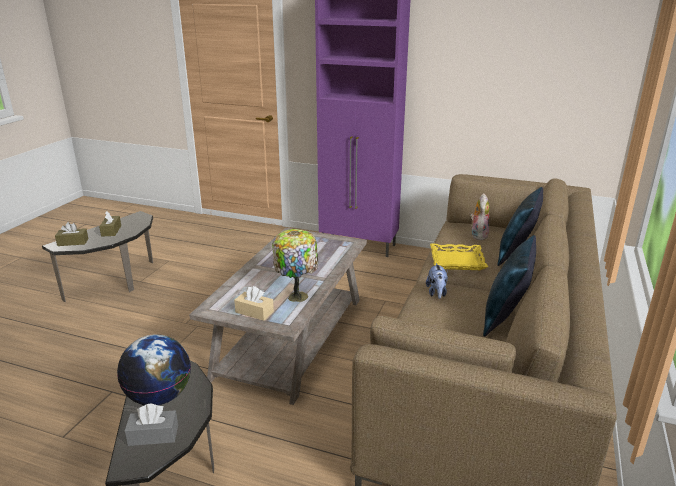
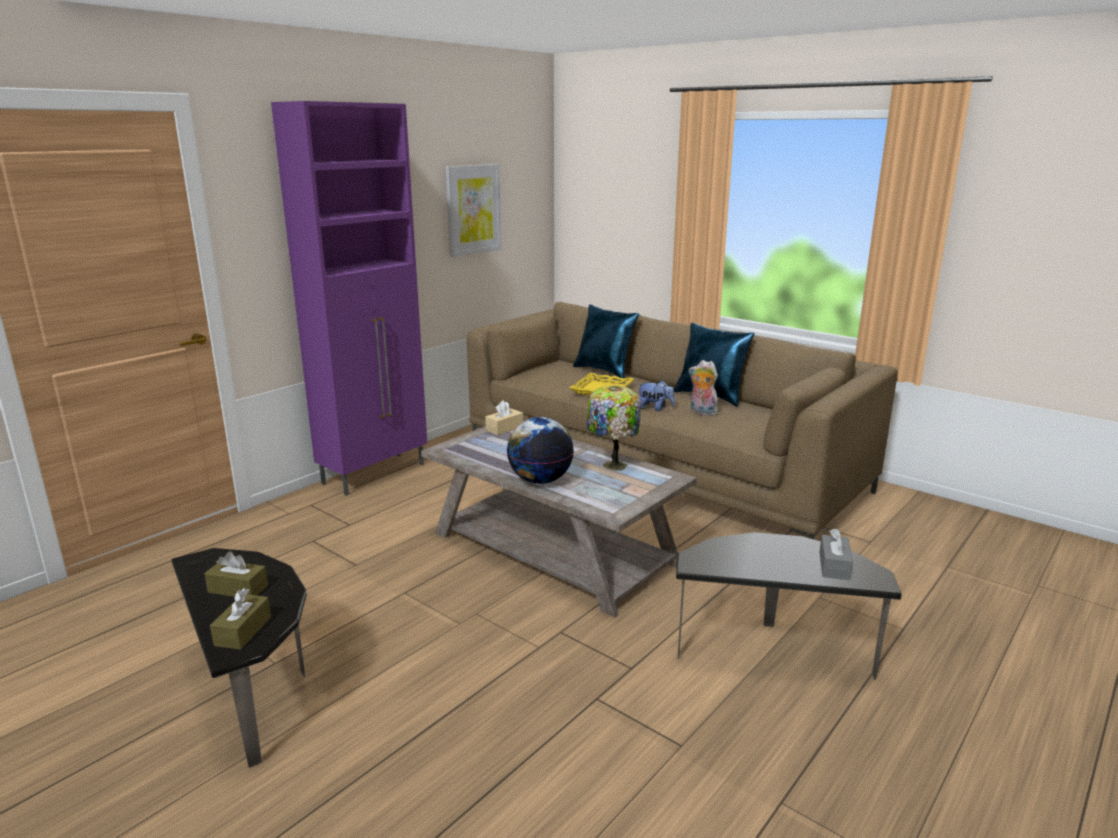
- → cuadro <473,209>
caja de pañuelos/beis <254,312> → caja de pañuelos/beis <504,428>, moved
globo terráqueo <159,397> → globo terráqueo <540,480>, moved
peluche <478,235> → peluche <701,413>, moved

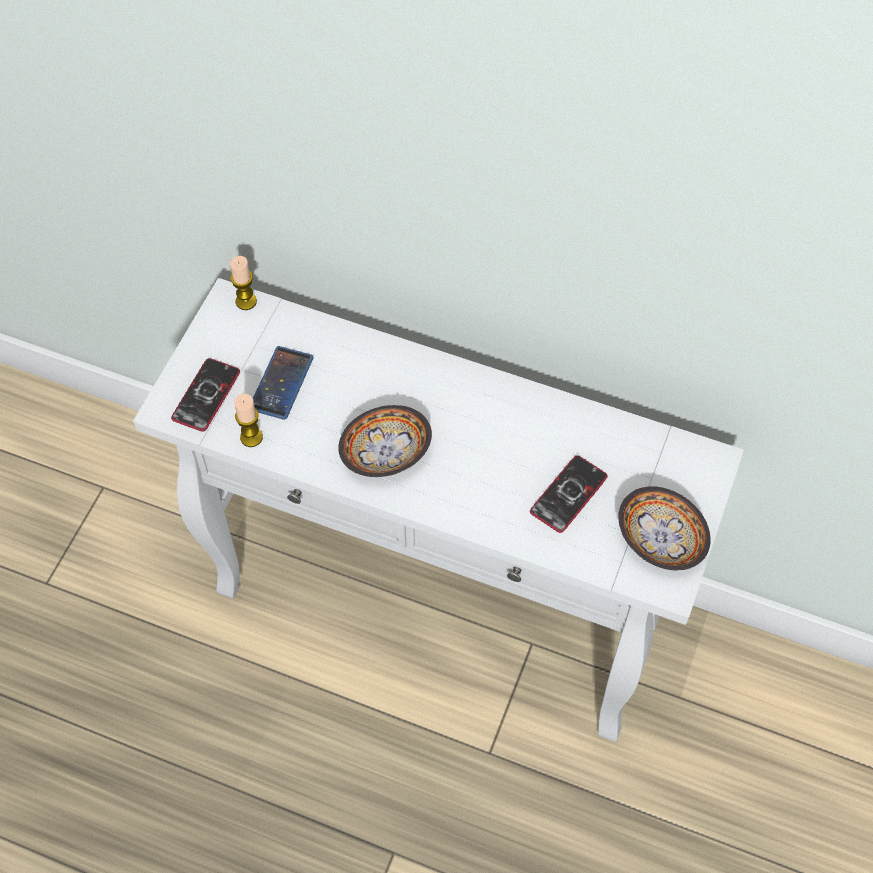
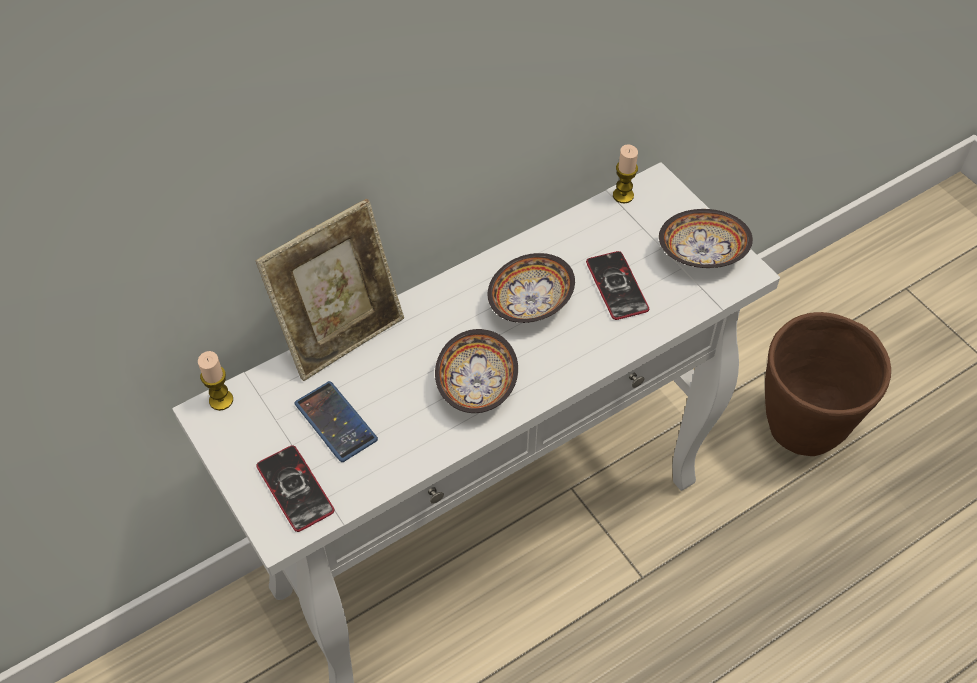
- → portarretratos <341,334>
- → cuenco <533,303>
vela <251,437> → vela <623,195>, moved
- → maceta/marrón <802,430>

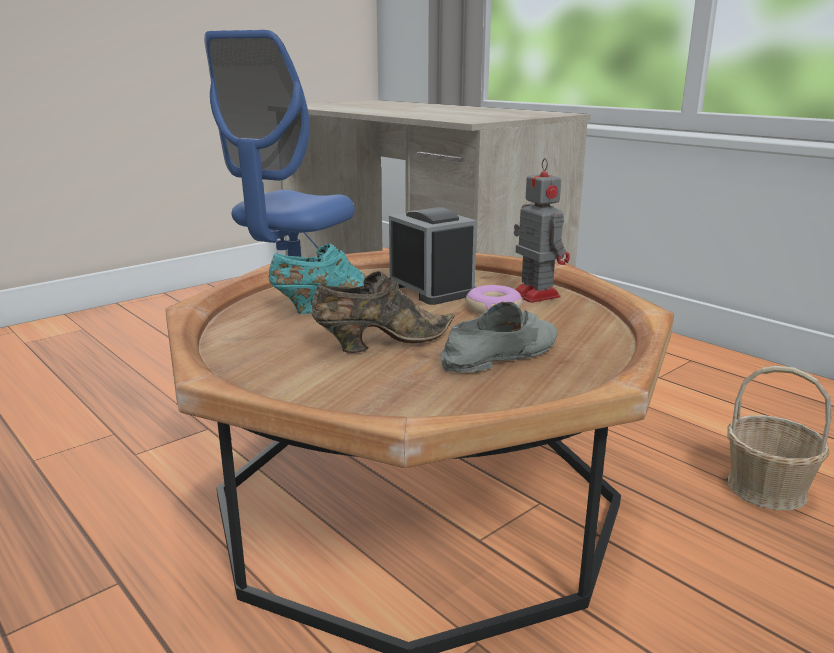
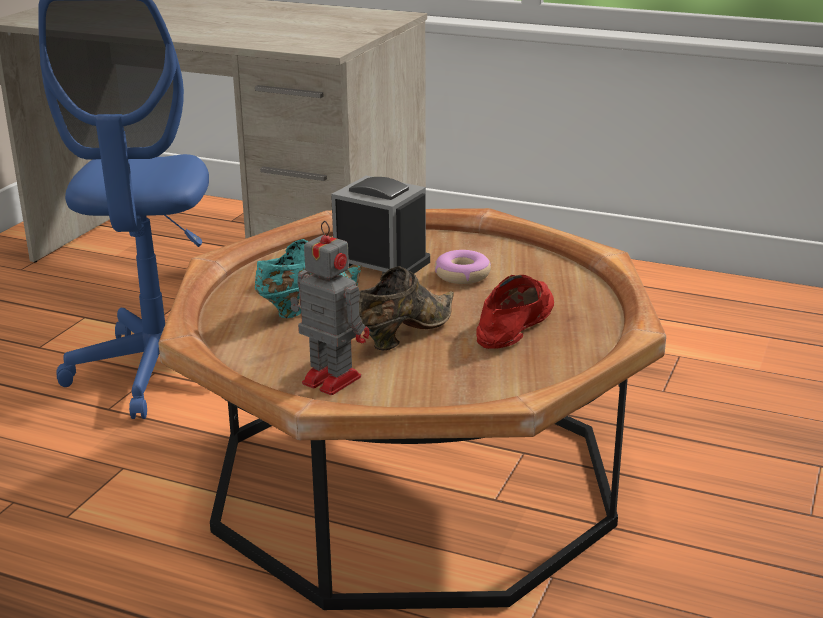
robot de juguete <534,294> → robot de juguete <329,379>, moved
zapato/gris <499,353> → zapato/rojo <513,322>
cesta <767,489> → -

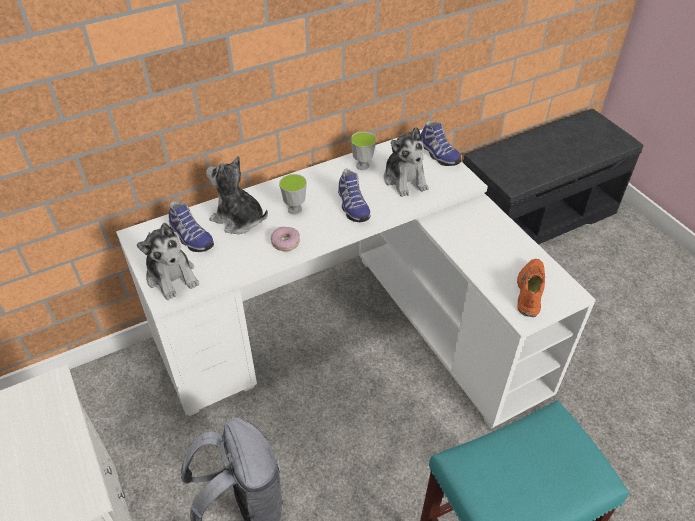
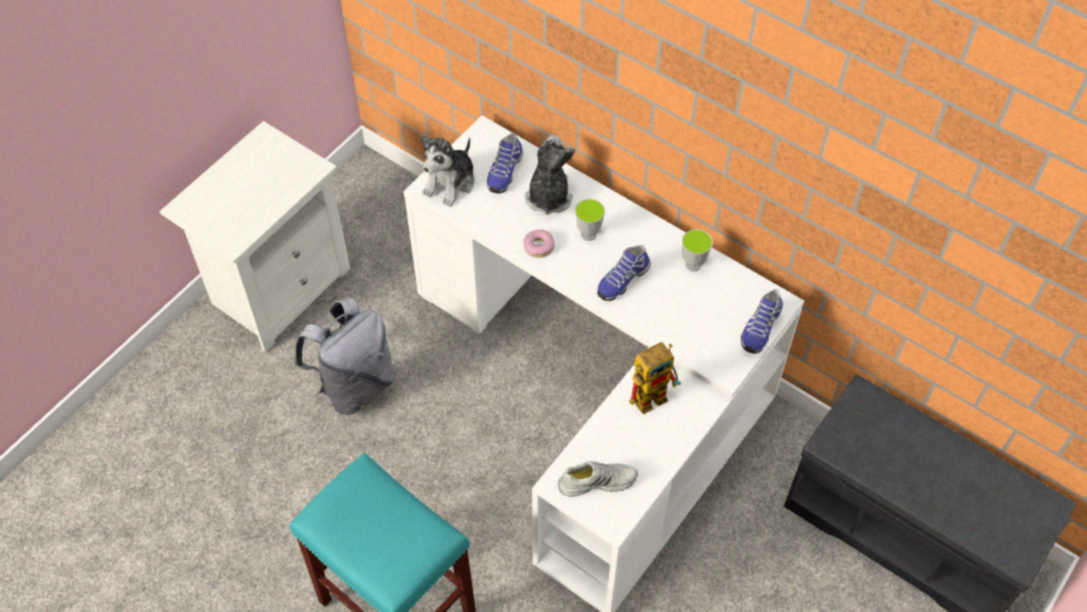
zapato/naranja <529,291> → zapato/blanco <597,481>
- → robot de juguete <654,393>
peluche <405,179> → -

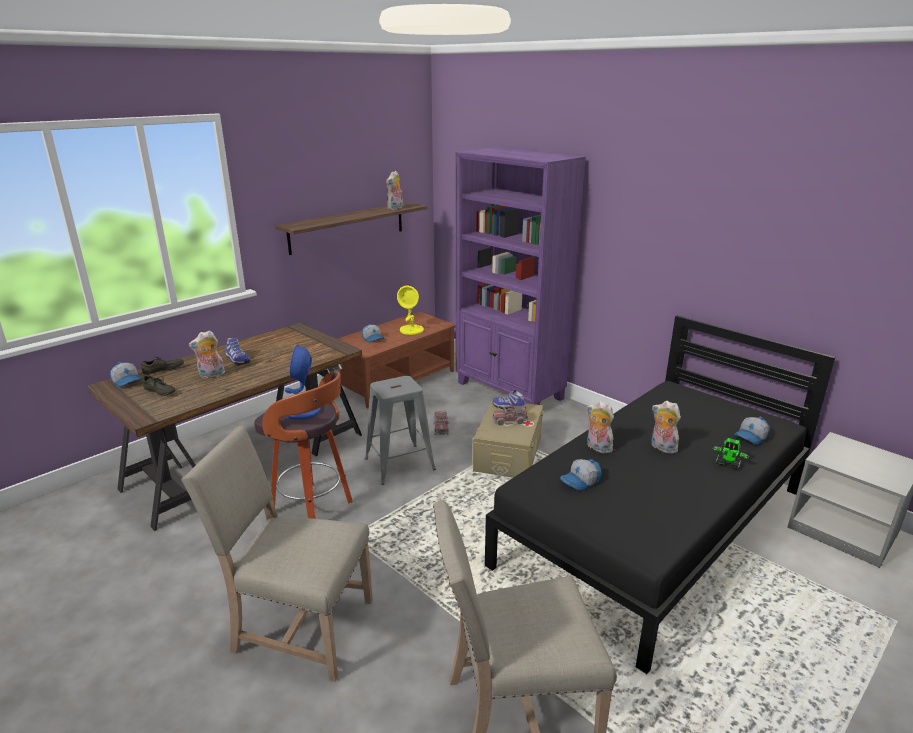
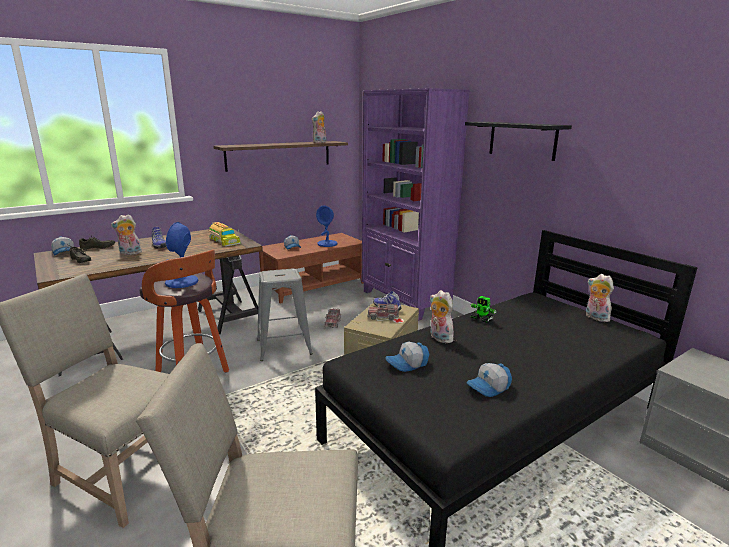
- → camión de juguete <223,241>
lámpara de mesa/amarillo <411,330> → lámpara de mesa/azul <327,244>
- → estante/negro <522,140>
gorra <751,437> → gorra <489,387>, moved
robot de juguete <728,464> → robot de juguete <482,319>, moved
peluche <662,448> → peluche <595,317>, moved

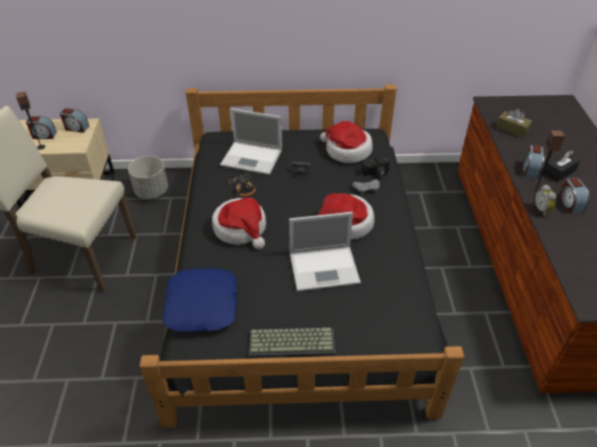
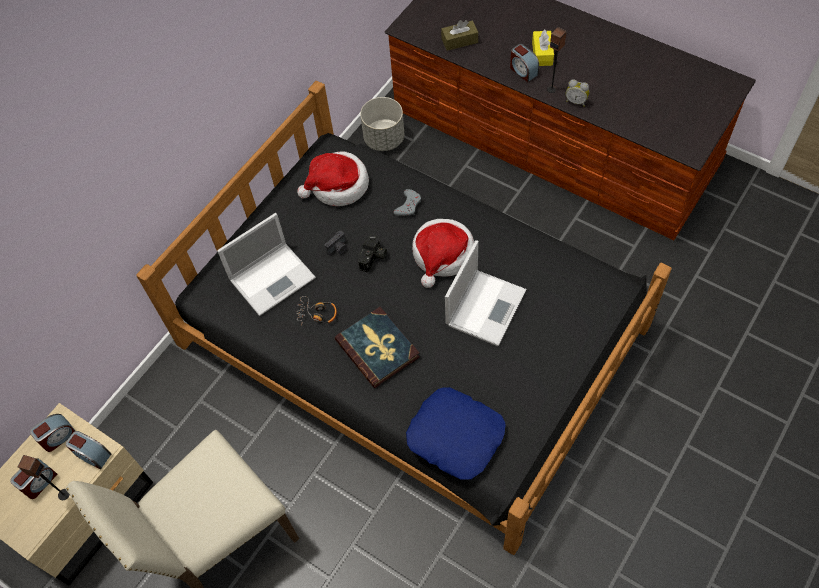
despertador <570,204> → despertador <92,454>, moved
sombrero <241,229> → libro <378,348>
cámara <376,173> → cámara <373,258>, moved
maceta/gris <152,191> → maceta/gris <384,139>, moved
caja de pañuelos/negro <559,172> → caja de pañuelos/amarillo <542,53>
teclado <292,341> → -

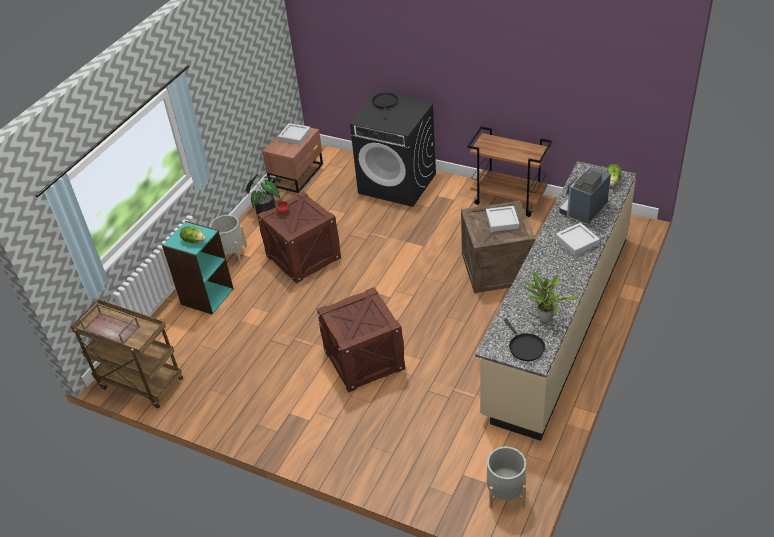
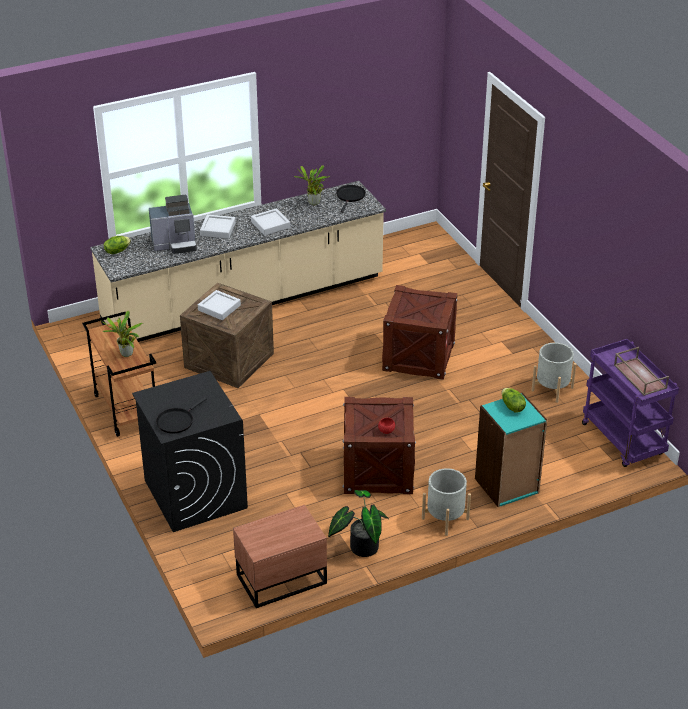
- → planta en maceta <126,355>
bandeja/gris <295,136> → bandeja/gris <270,224>, moved
maceta/gris <505,493> → maceta/gris <552,389>, moved
carrito/marrón <139,383> → carrito/morado <624,440>

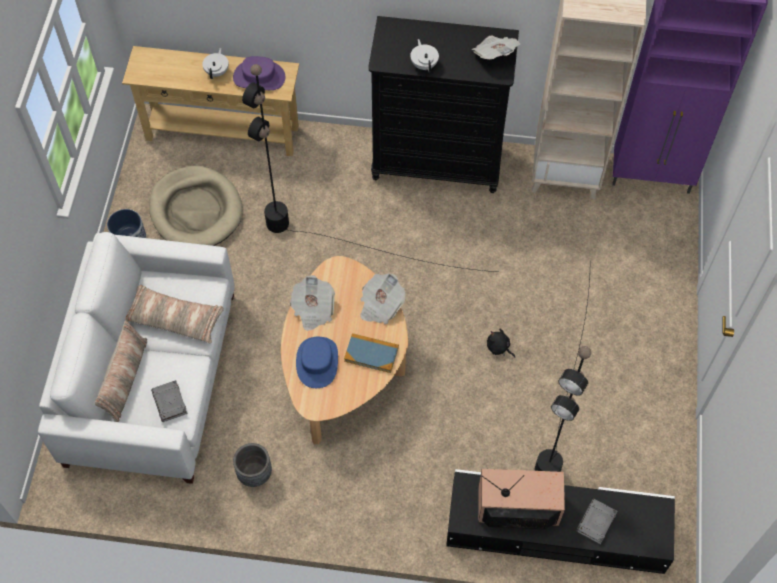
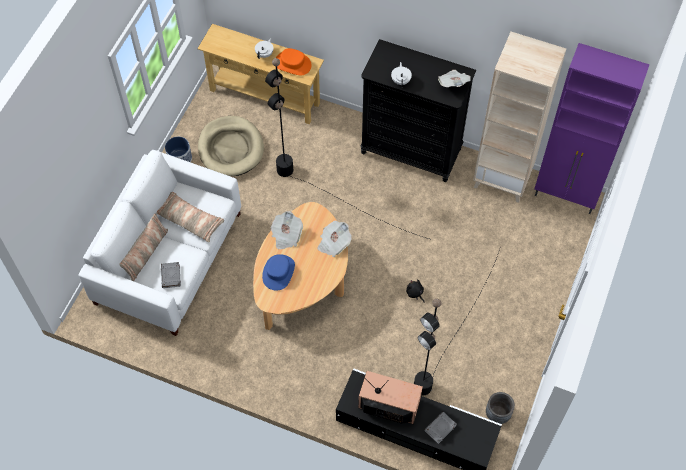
sombrero/morado <259,77> → sombrero/naranja <292,64>
maceta/gris <254,473> → maceta/gris <497,414>, moved
libro <371,354> → -

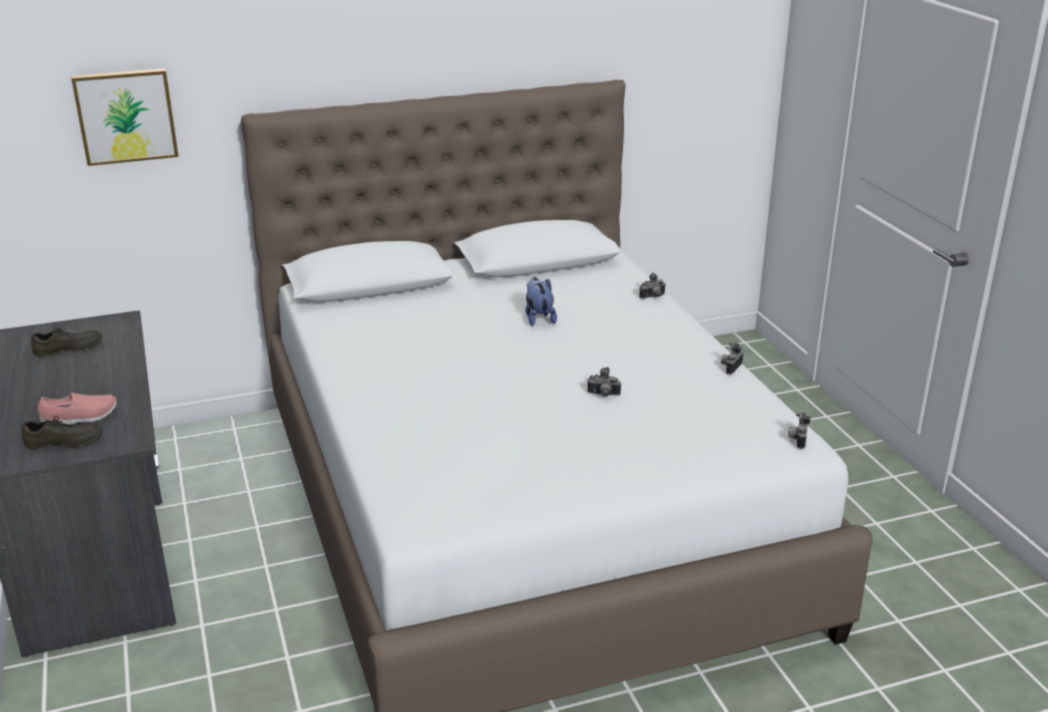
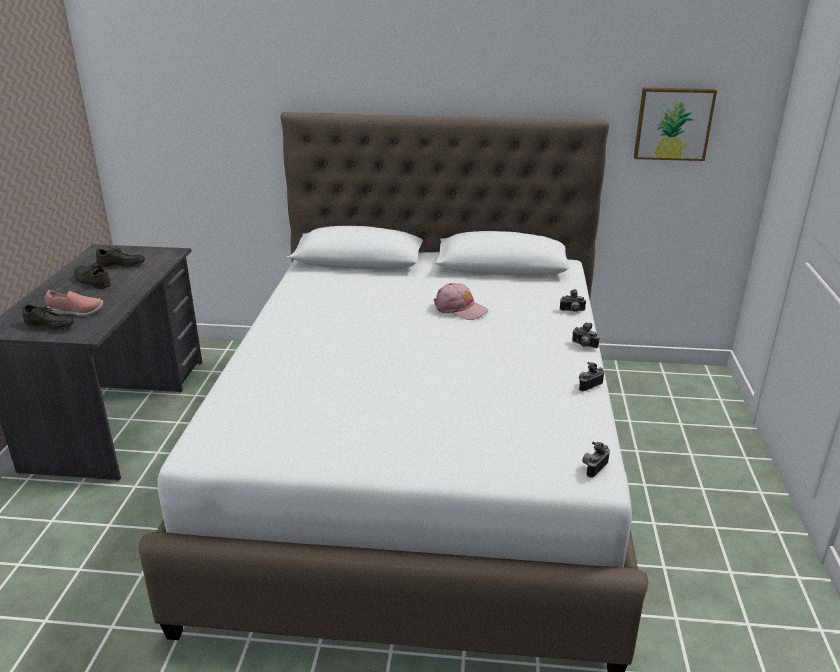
- → zapato/gris <94,281>
peluche <538,318> → gorra/rosa <460,309>
cámara <603,395> → cámara <583,345>, moved
cuadro <126,115> → cuadro <673,123>, moved

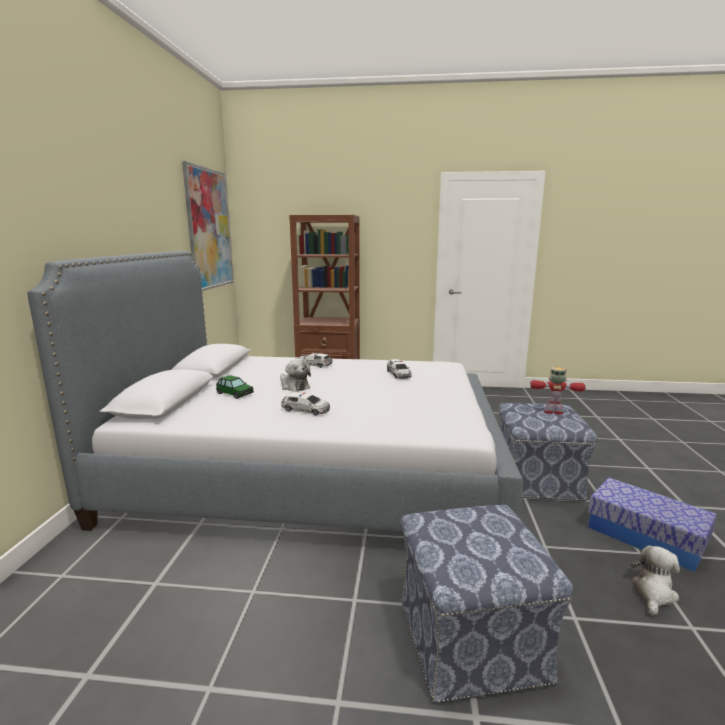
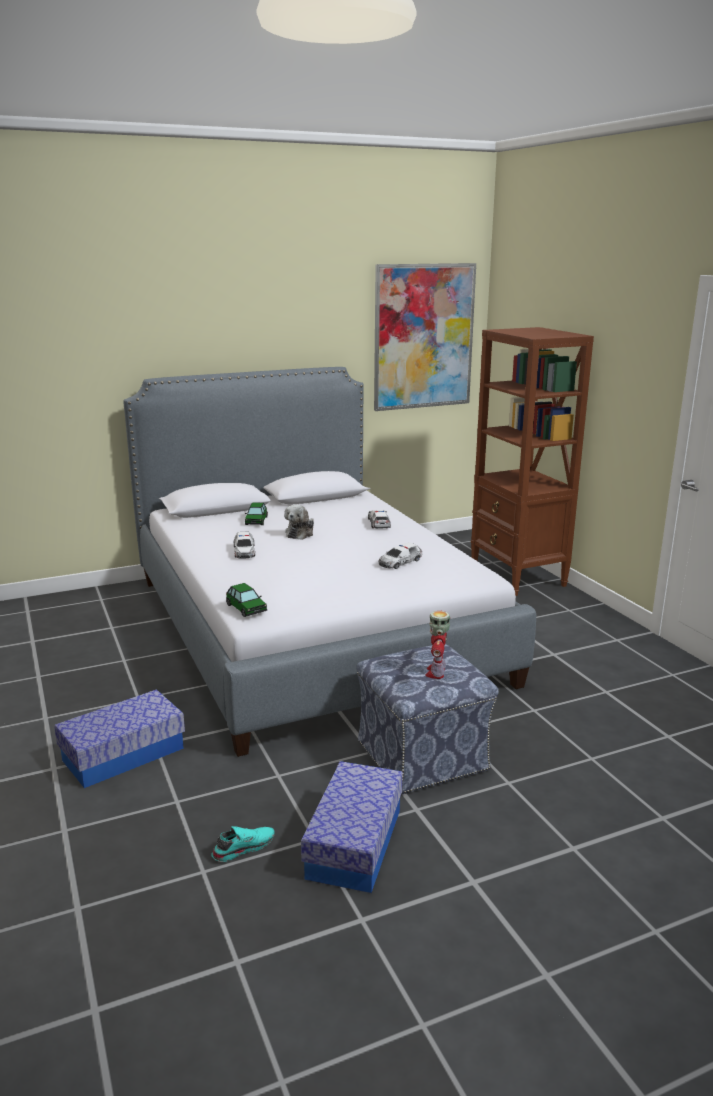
puf <470,639> → caja de almacenaje <123,754>
peluche <653,593> → zapato/turquesa <243,847>
- → coche de juguete <246,608>
robot de juguete <553,412> → robot de juguete <436,672>, 150 degrees counterclockwise

